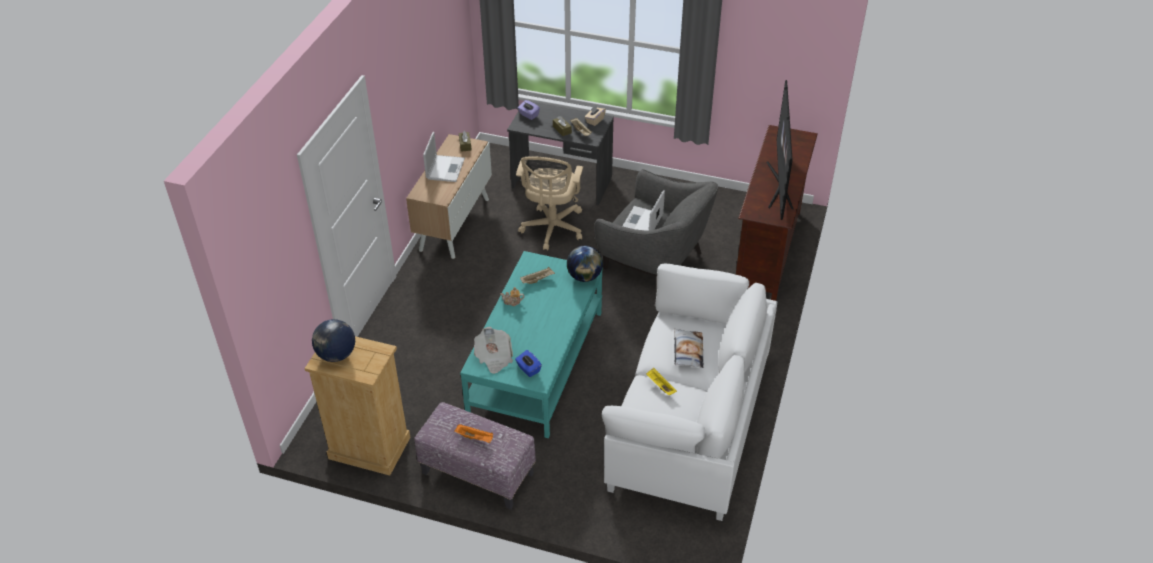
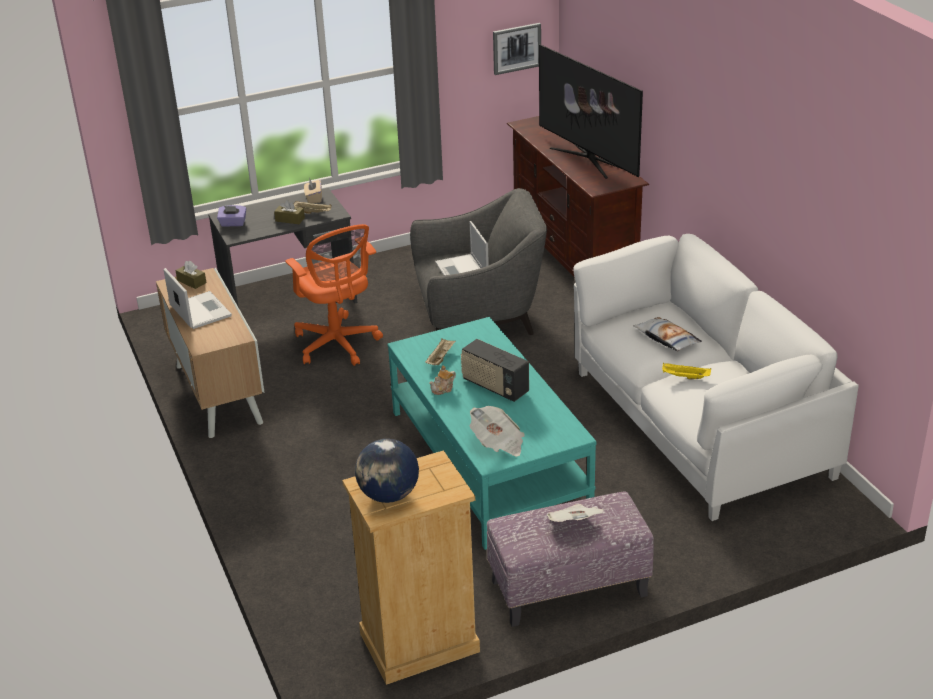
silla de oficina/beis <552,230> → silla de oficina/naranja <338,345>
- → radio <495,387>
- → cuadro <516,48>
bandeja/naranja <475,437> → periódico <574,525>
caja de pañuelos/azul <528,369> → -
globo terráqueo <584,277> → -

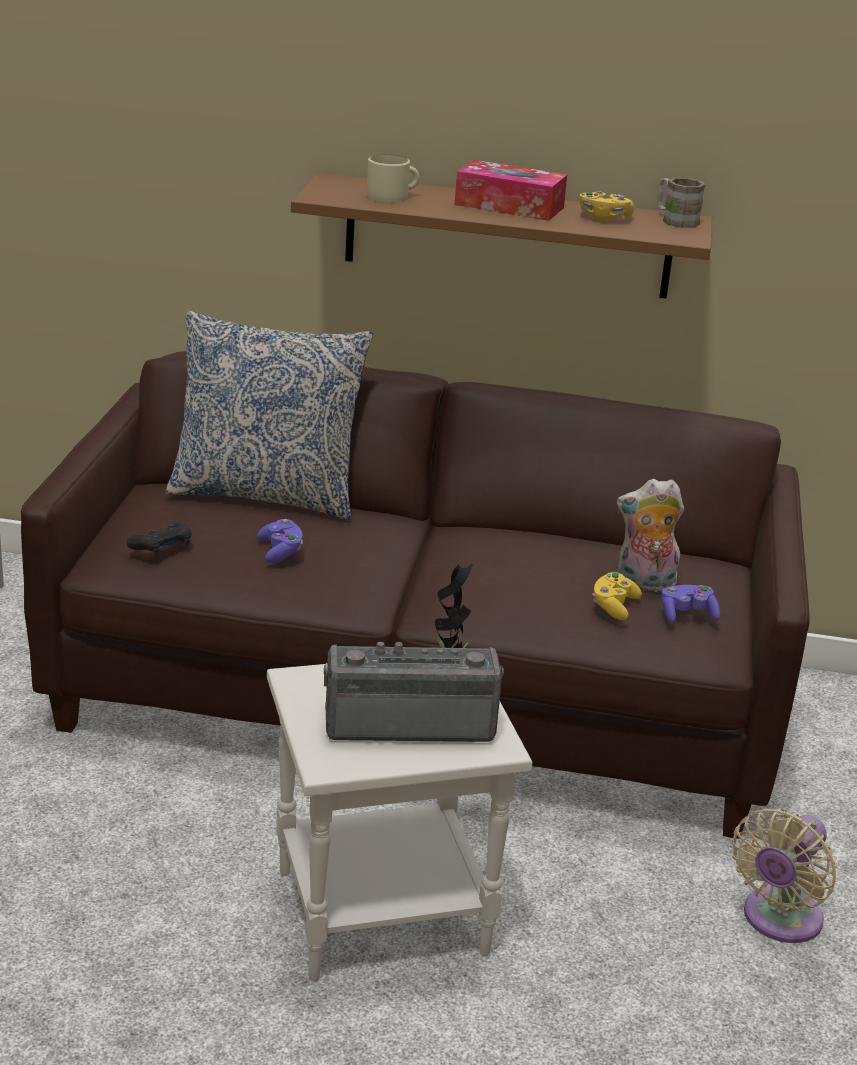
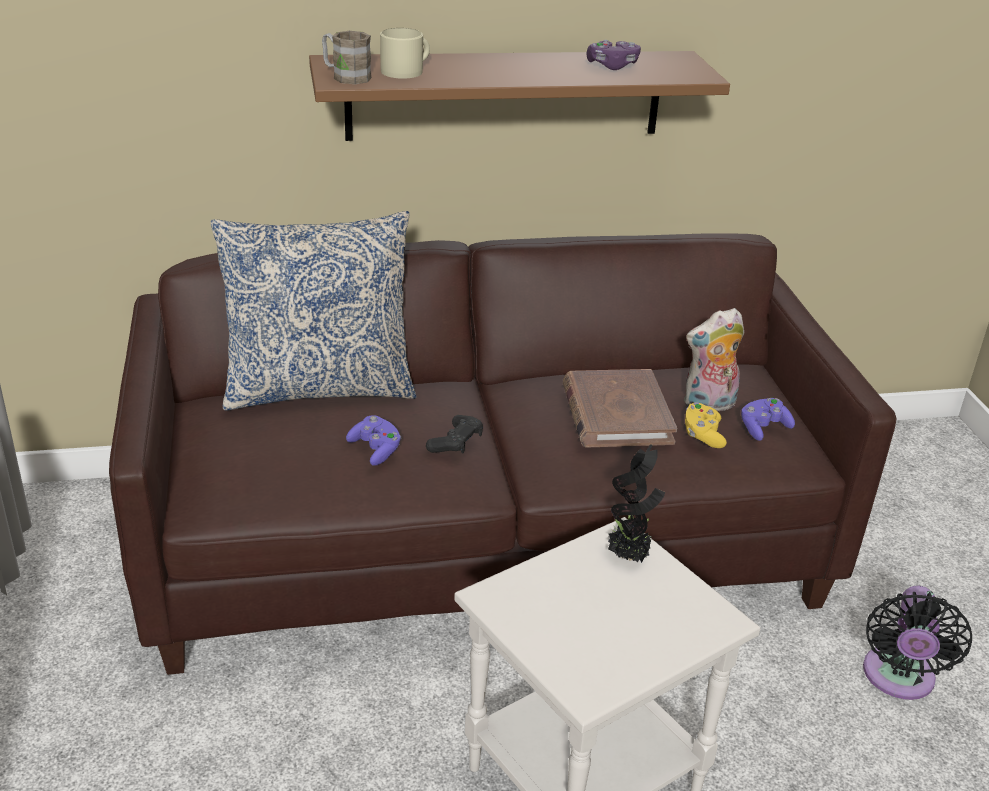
taza grande/marrón <675,220> → taza grande/marrón <345,76>, moved
mando de consola/negro <162,547> → mando de consola/negro <456,443>, moved
- → libro/marrón <616,414>
mando de consola/amarillo <603,218> → mando de consola/morado <612,66>
ventilador/beis <778,920> → ventilador/negro <898,679>
radio <409,722> → -
caja de pañuelos <509,206> → -

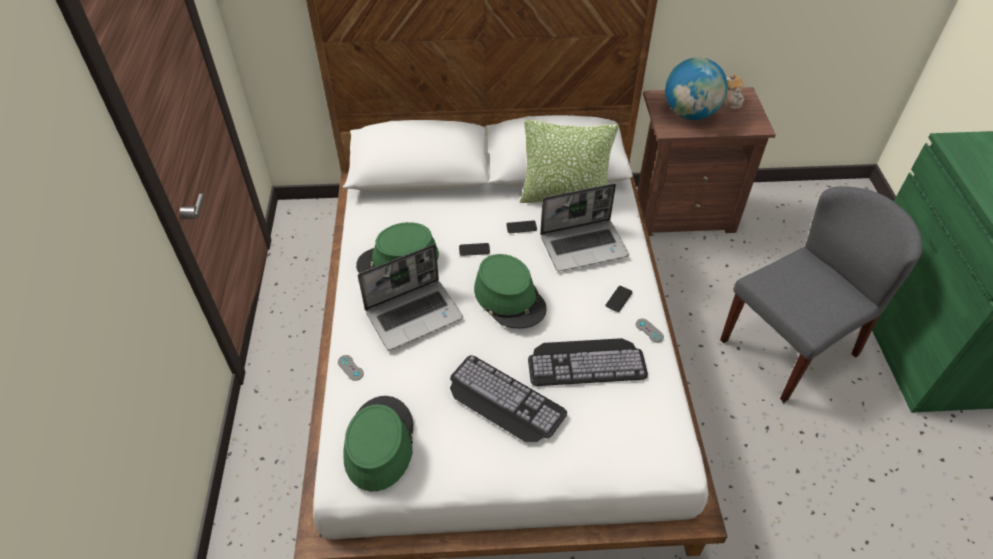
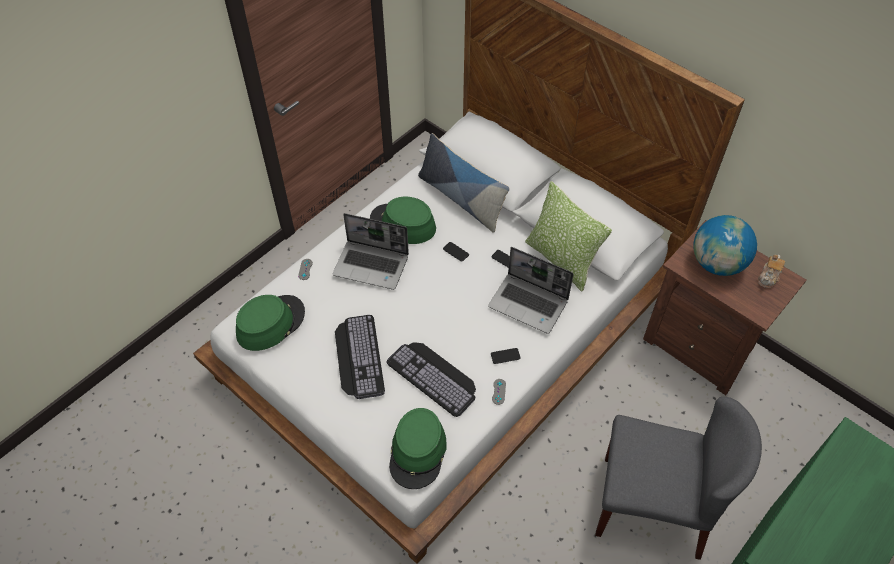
sombrero/verde <510,298> → sombrero/verde <418,452>, moved
- → cojín <461,199>

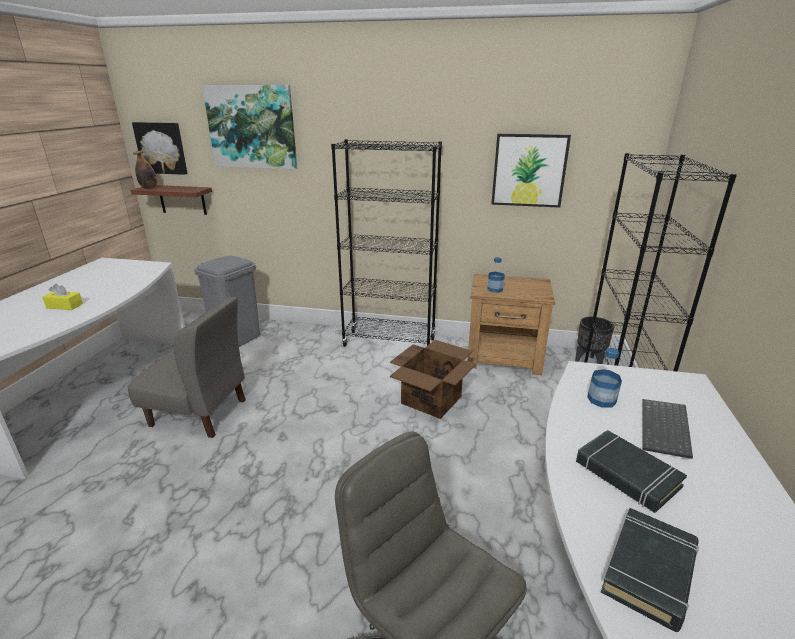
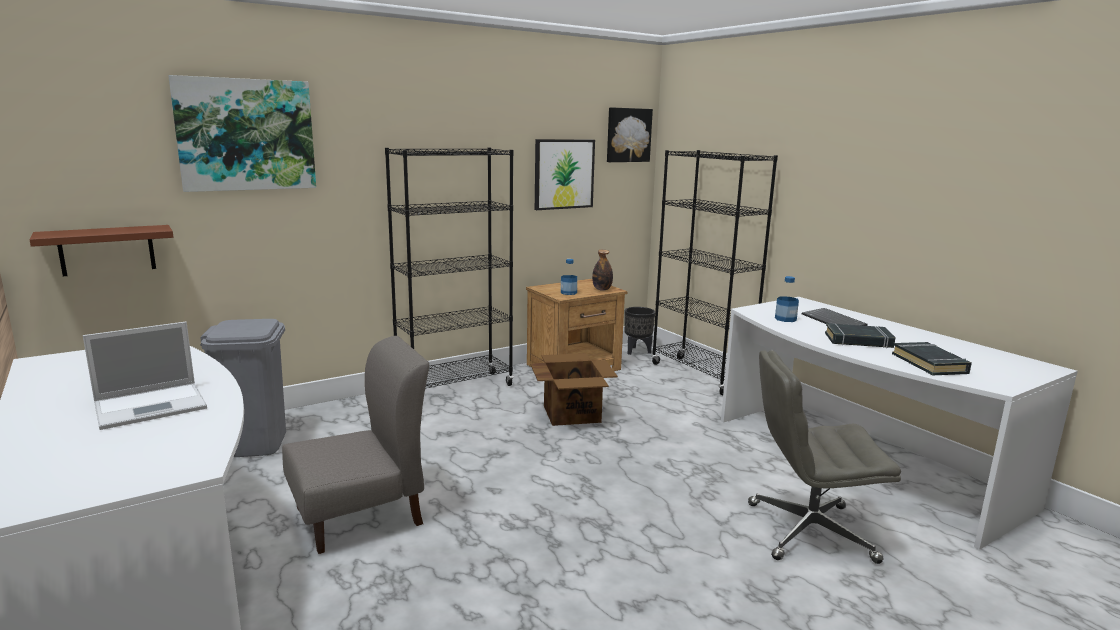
caja de pañuelos/amarillo <64,306> → portátil <153,405>
botella <149,188> → botella <602,289>, moved
cuadro <161,148> → cuadro <628,135>, moved

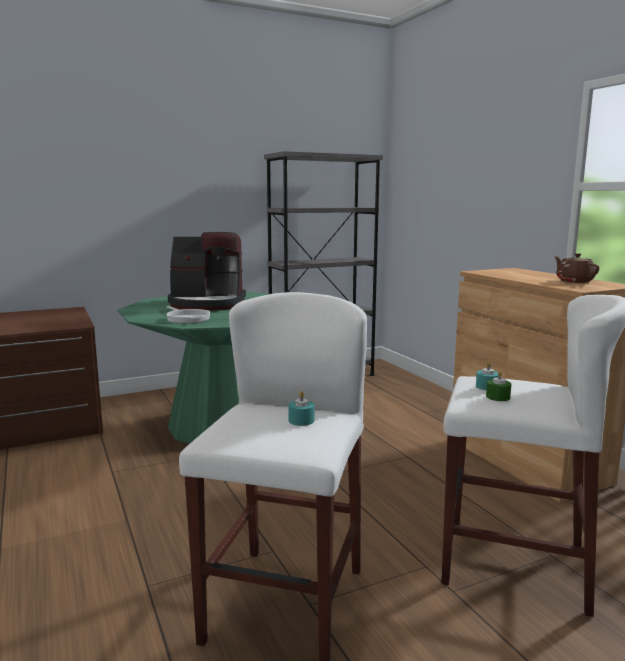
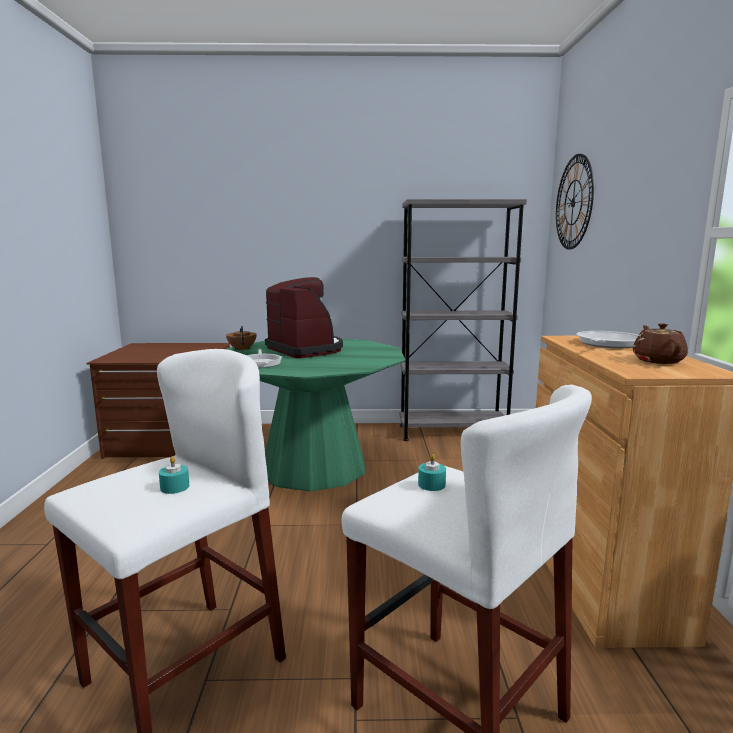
- → tetera/marrón <242,349>
cafetera <208,304> → cafetera <306,349>, 150 degrees counterclockwise
- → reloj de pared <573,202>
- → sartén <606,344>
vela/verde <498,397> → -

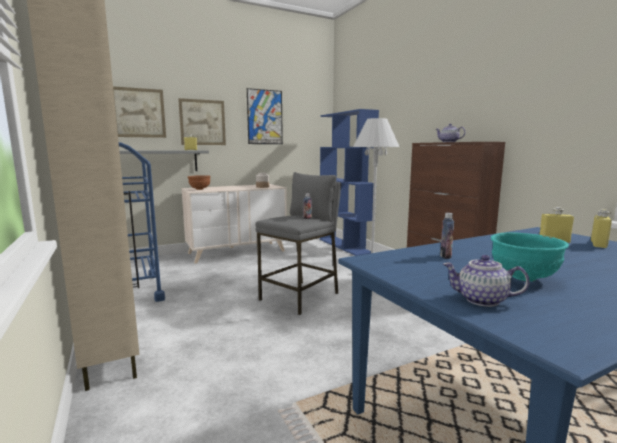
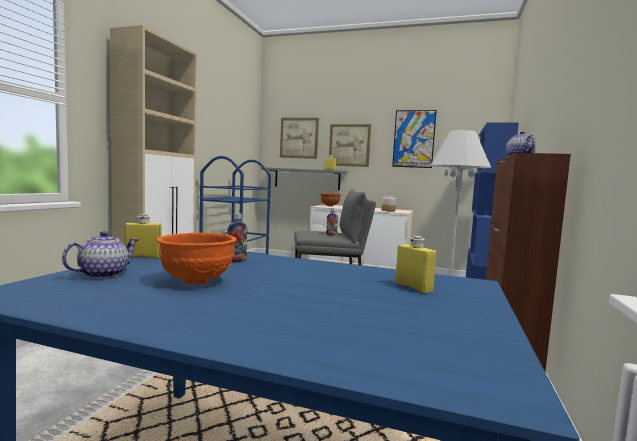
tetera <481,300> → tetera <103,274>, 60 degrees clockwise
botella/amarillo <598,244> → botella/amarillo <143,257>, moved
cuenco/turquesa <522,277> → cuenco/naranja <196,281>

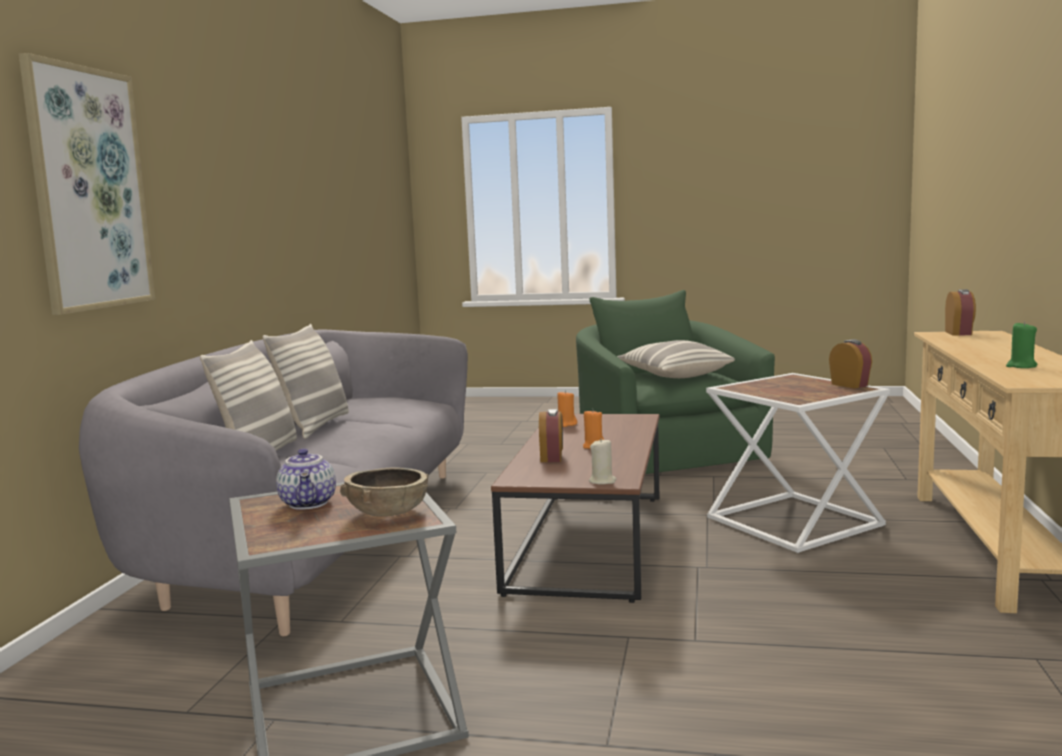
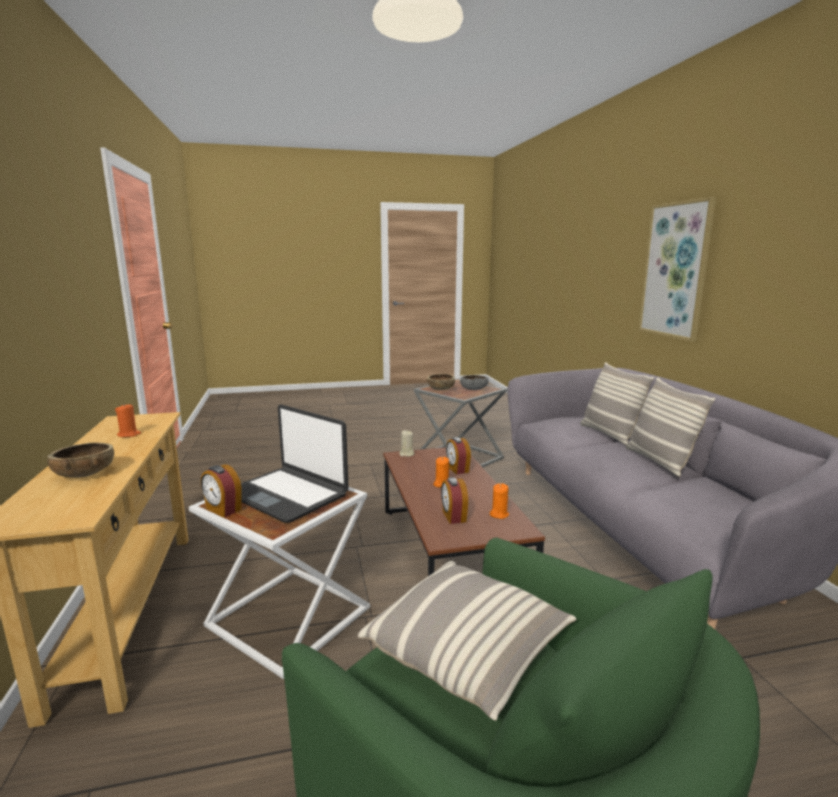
- → cuenco/marrón <85,474>
vela/verde <1021,366> → vela/naranja <129,434>
- → portátil <287,494>
despertador <959,333> → despertador <453,516>, moved
tetera <309,503> → cuenco/gris <474,389>

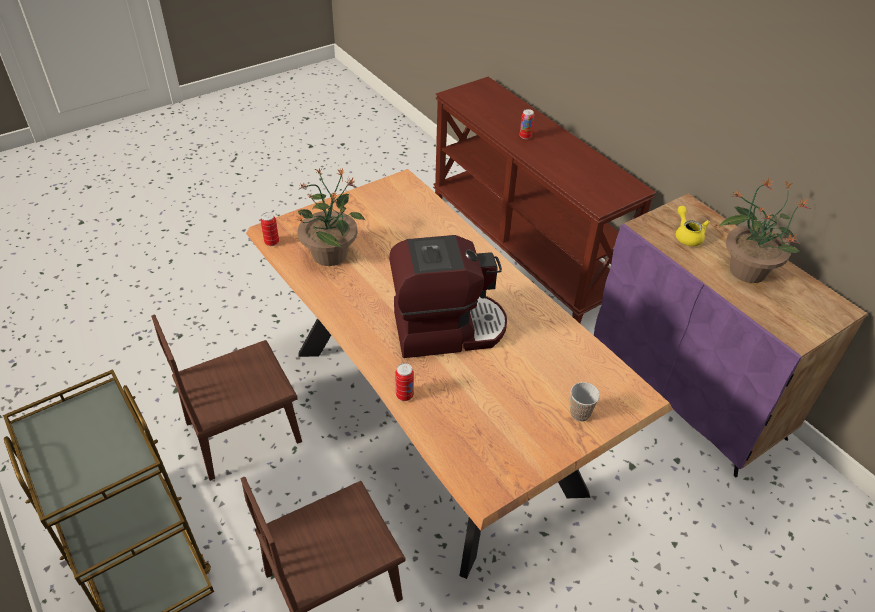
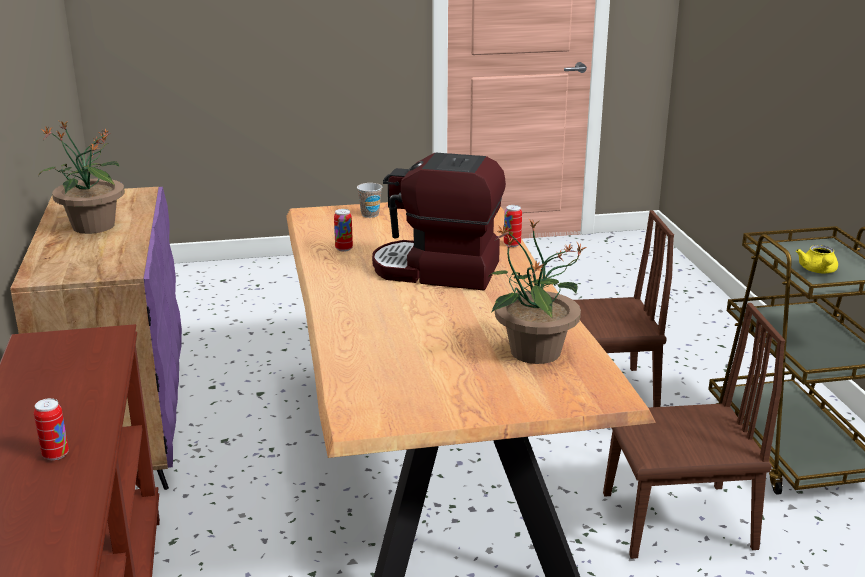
lata <272,242> → lata <344,249>, moved
tetera/amarillo <687,235> → tetera/amarillo <818,271>, moved

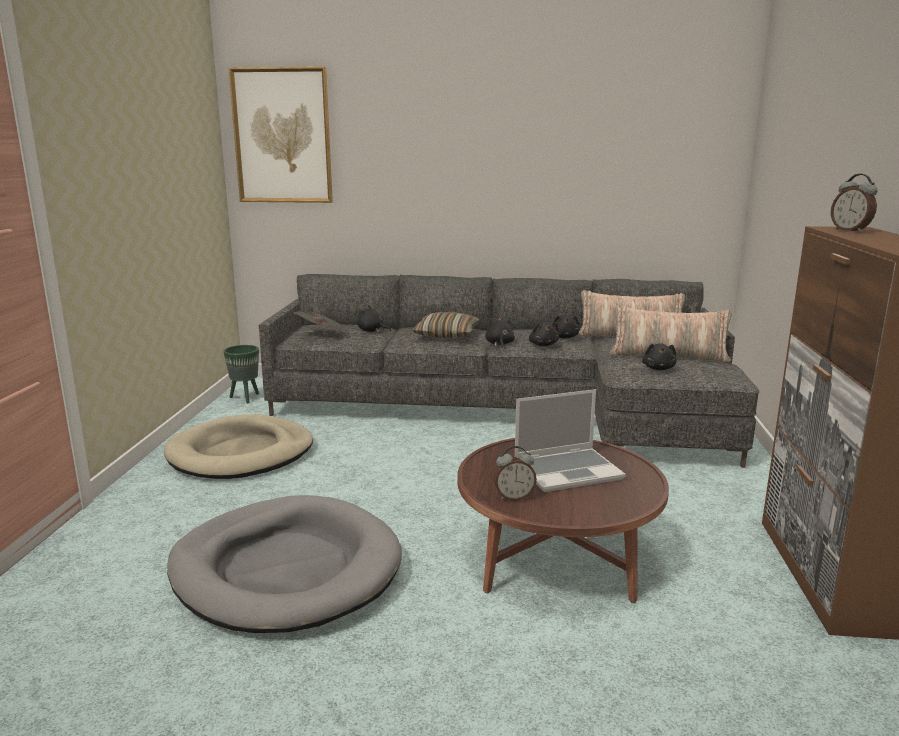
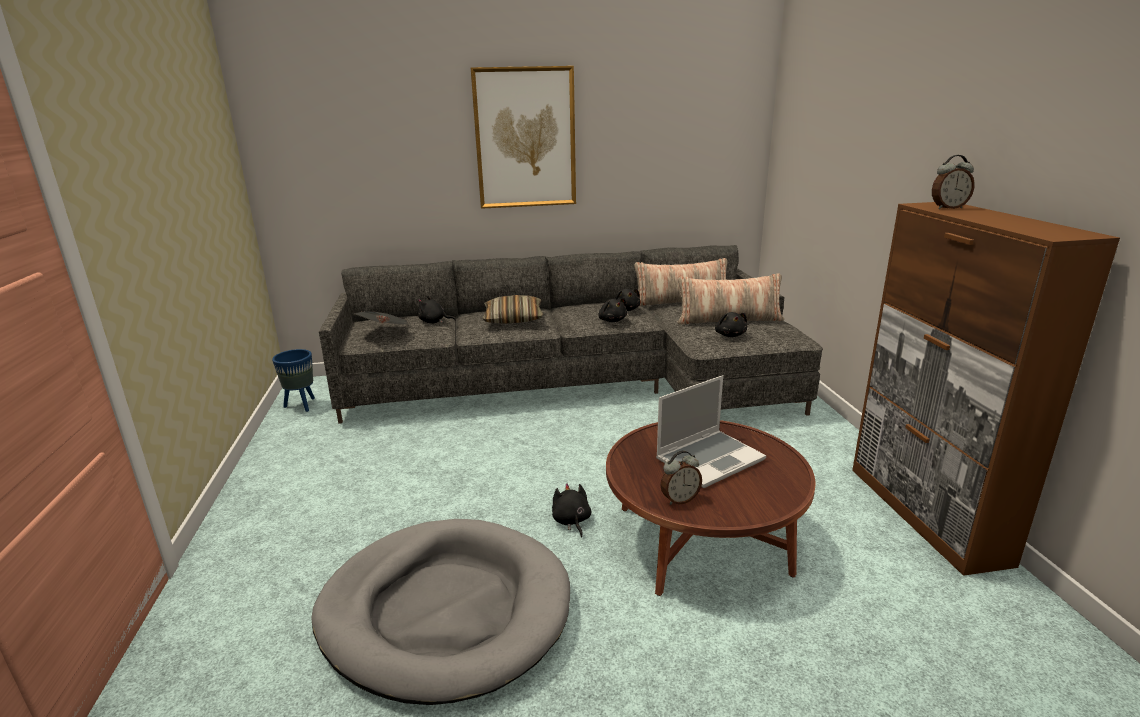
maceta/verde <245,398> → maceta/azul <301,405>
cuadro <282,136> → cuadro <525,138>, moved
peluche/negro <499,344> → peluche/negro <571,521>, moved
despertador <850,231> → despertador <947,208>, 60 degrees counterclockwise
cama para perro/beis <241,453> → -

